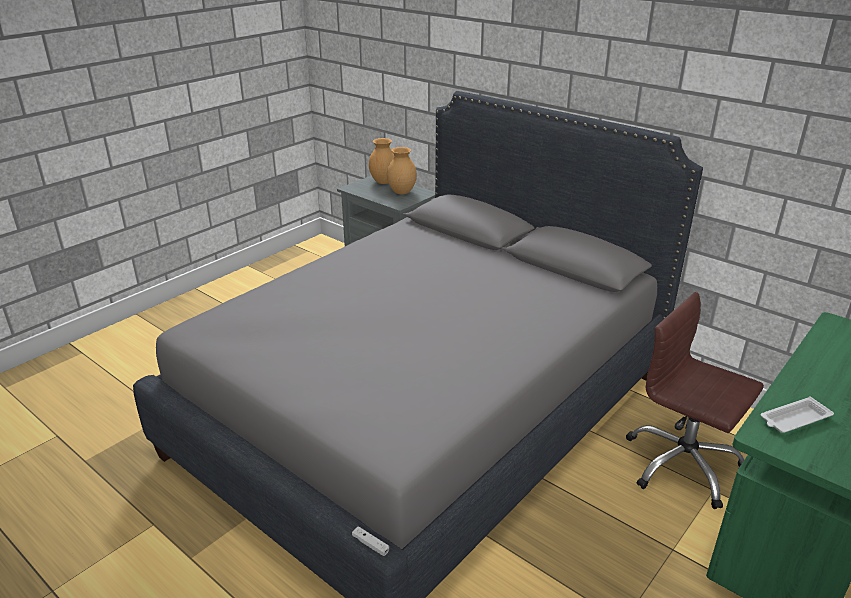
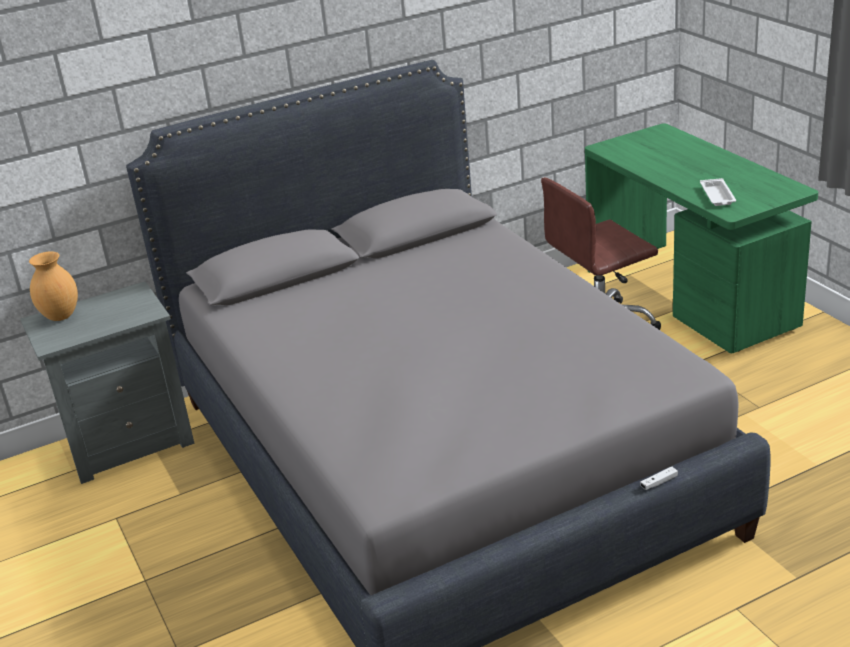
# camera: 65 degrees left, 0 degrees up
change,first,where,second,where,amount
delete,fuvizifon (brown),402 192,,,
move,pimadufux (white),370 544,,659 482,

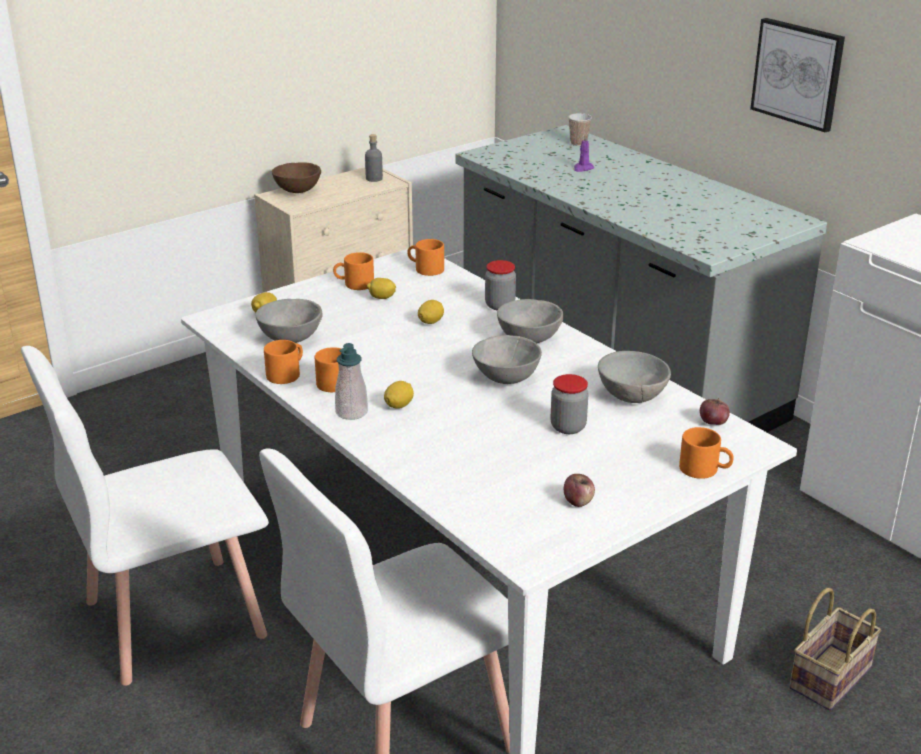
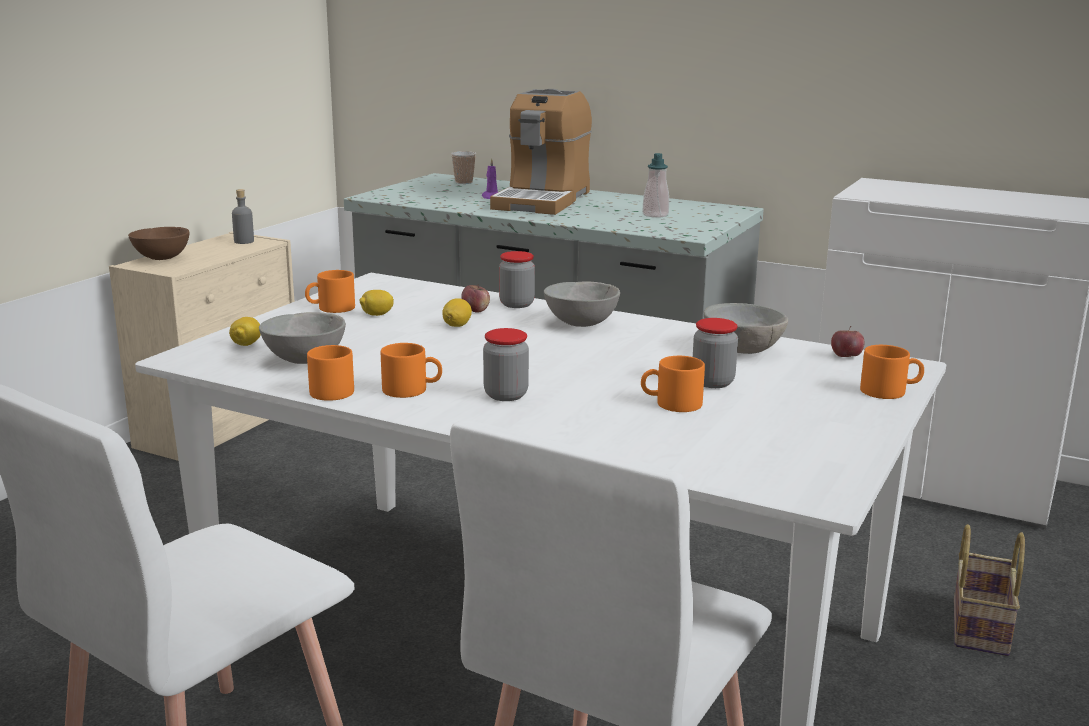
# camera: 25 degrees left, 10 degrees down
change,first,where,second,where,amount
delete,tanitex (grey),505 379,,,
delete,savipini,798 73,,,
insert,,,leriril,542 200,
move,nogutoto,351 412,,655 215,
move,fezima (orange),425 269,,671 404,
move,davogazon,578 501,,475 310,
replace,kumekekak,399 405,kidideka,506 395,

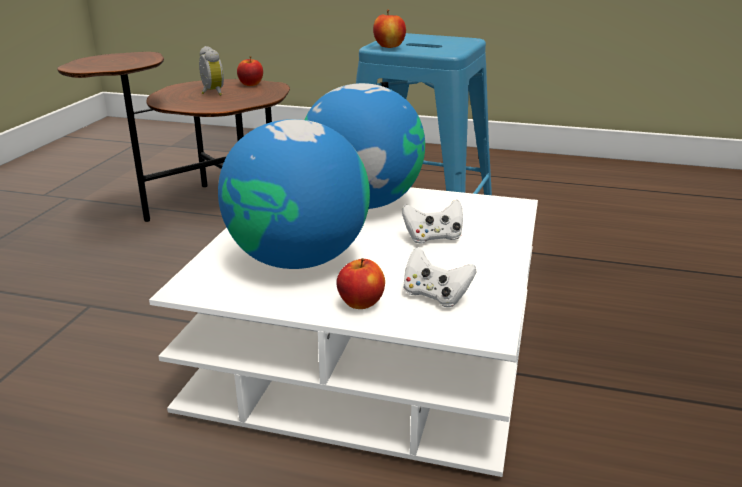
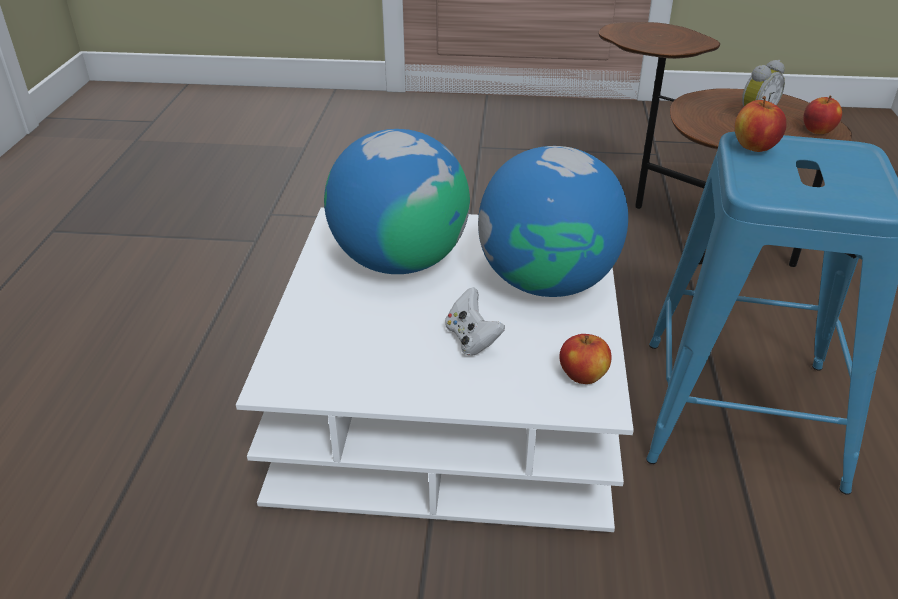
# camera: 80 degrees right, 10 degrees up
change,first,where,second,where,amount
delete,pimadufux (white),435 296,,,
move,davogazon,361 303,,583 376,

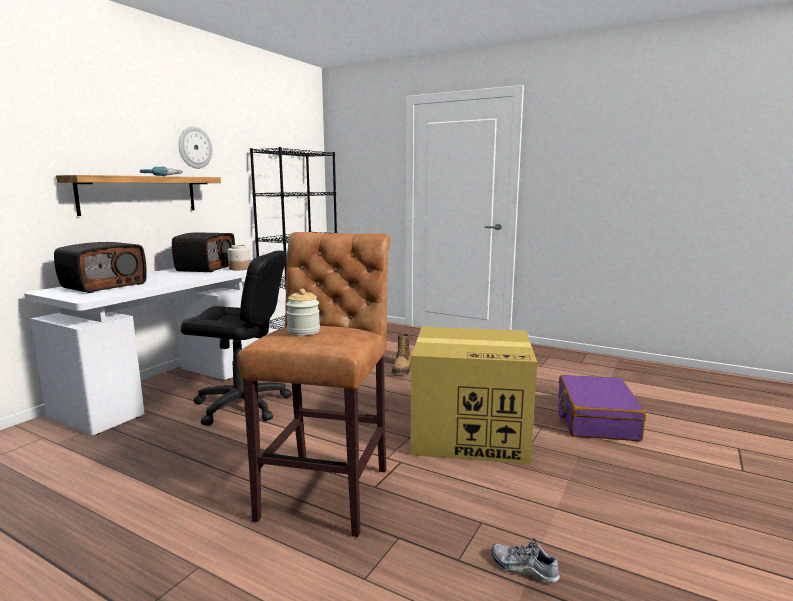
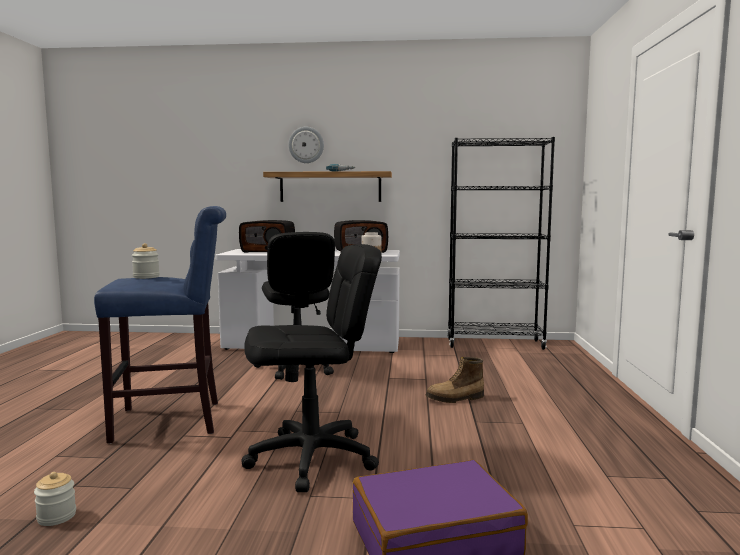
# camera: 65 degrees right, 5 degrees down
change,first,where,second,where,amount
move,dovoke,194 147,,306 145,
replace,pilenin,471 434,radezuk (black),312 459,
replace,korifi,523 569,kidideka,56 516,
recolor,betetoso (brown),329 489,betetoso (blue),174 421,

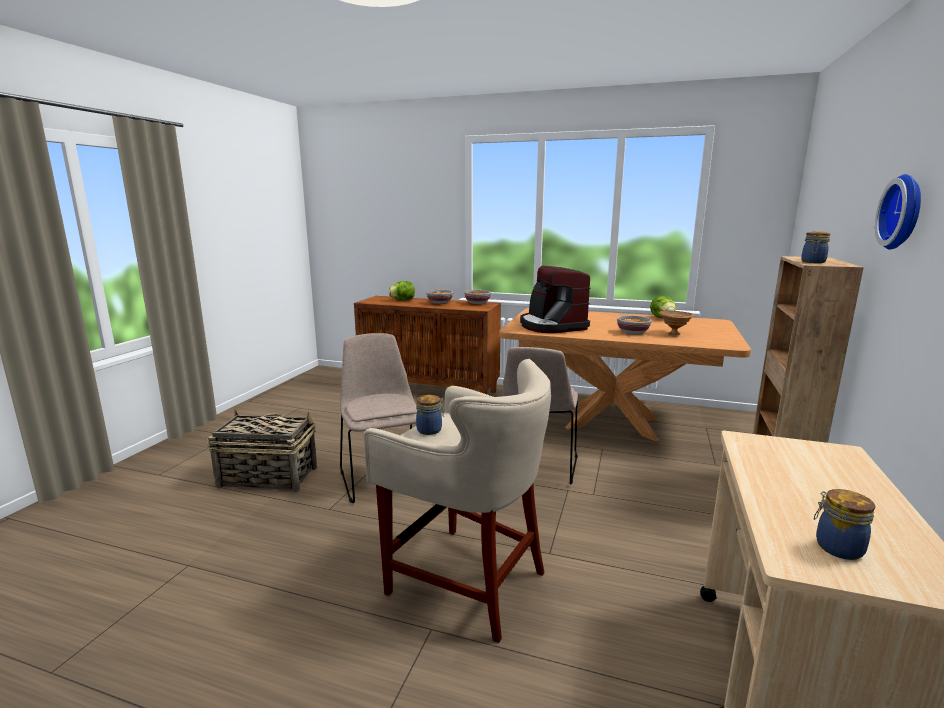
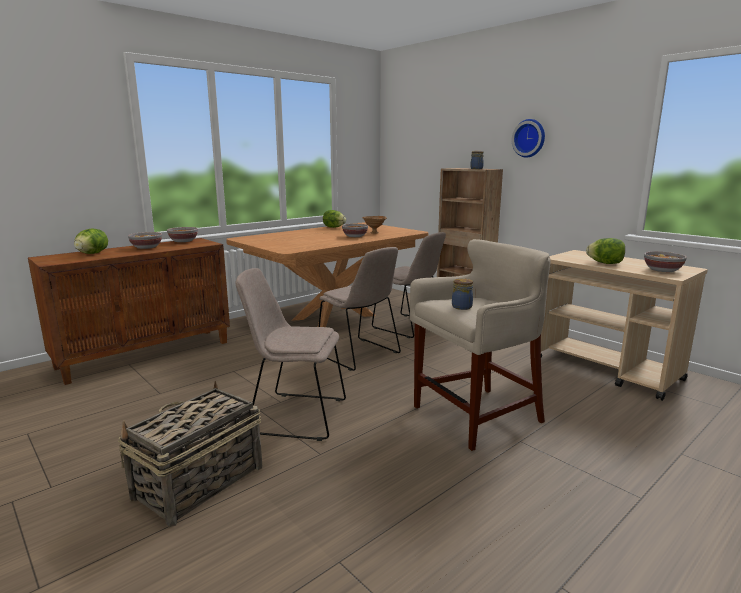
# camera: 60 degrees left, 0 degrees up
change,first,where,second,where,amount
delete,leriril,551 326,,,
insert,,,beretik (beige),409 326,
insert,,,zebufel,605 263,
replace,kidideka,836 547,tanitex,662 270,

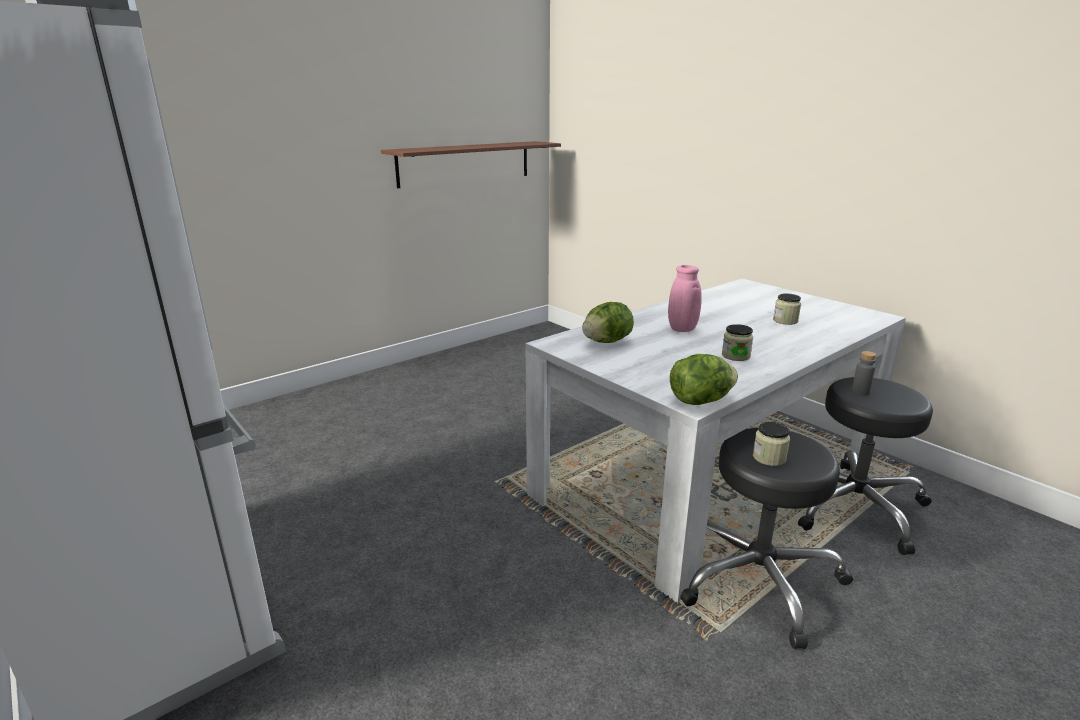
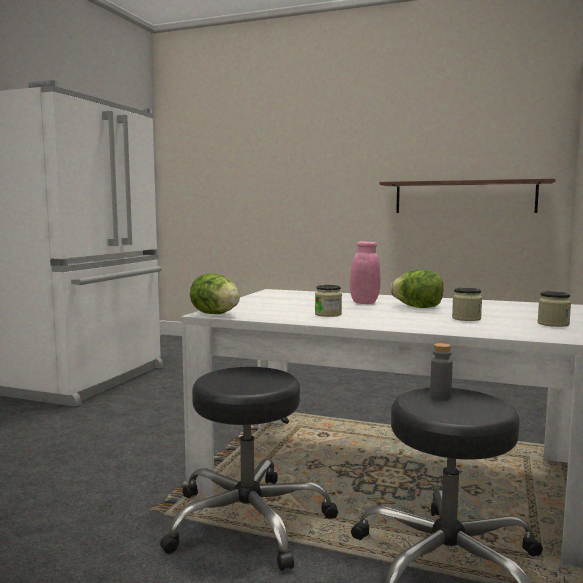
# camera: 60 degrees right, 15 degrees down
change,first,where,second,where,amount
move,zebufel,606 342,,418 307,
move,kidideka,769 458,,553 324,

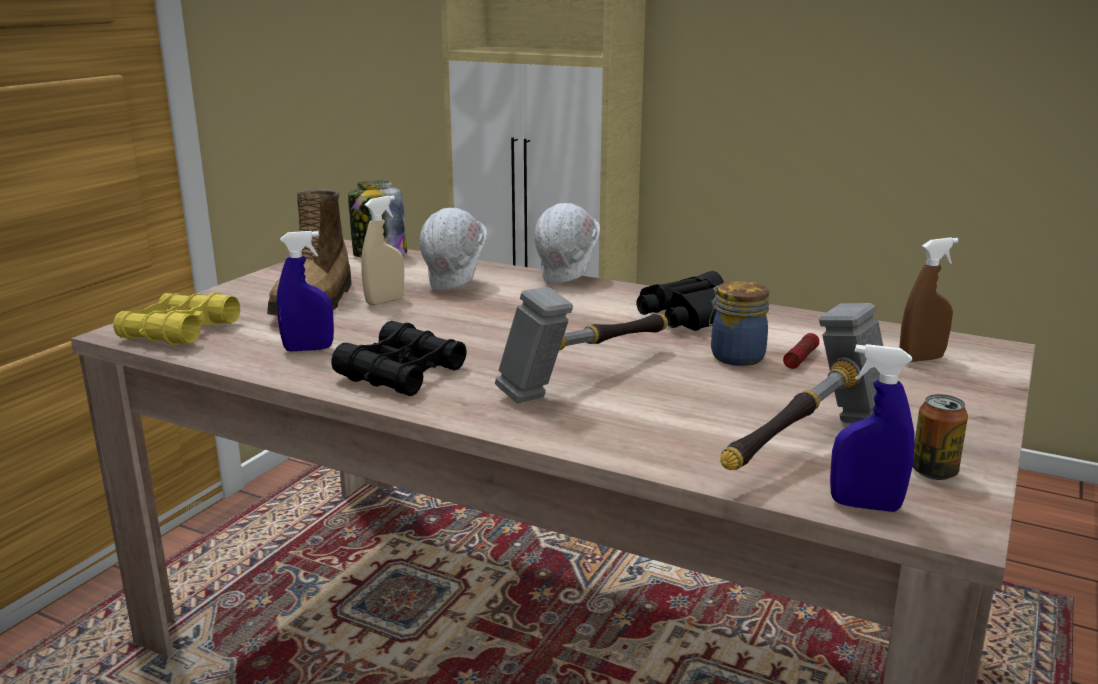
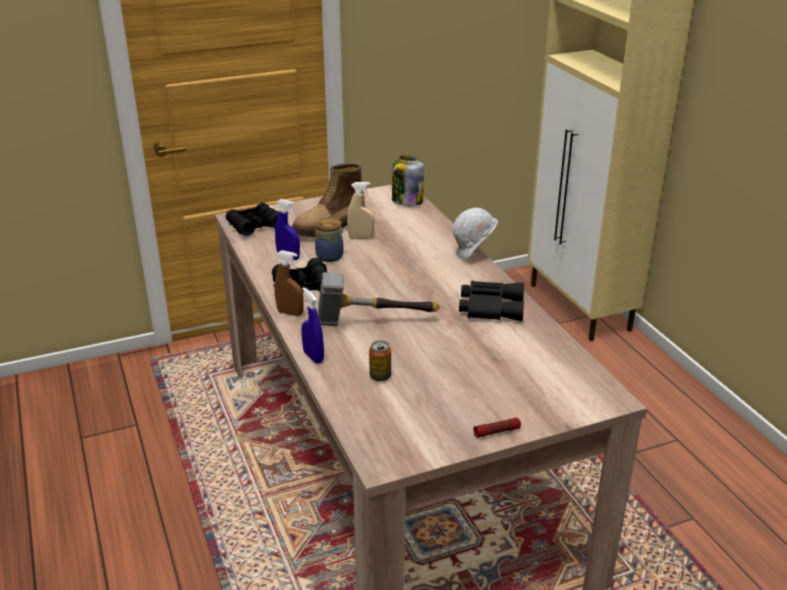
# camera: 40 degrees right, 10 degrees up
change,first,where,second,where,amount
delete,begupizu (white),456 284,,,
delete,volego,806 447,,,
move,kidideka,735 356,,329 255,
move,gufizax,801 358,,497 432,
move,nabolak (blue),865 505,,313 357,
move,nabolak (brown),921 359,,290 313,
move,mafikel,933 472,,380 376,
recolor,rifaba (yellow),179 331,rifaba (black),255 226,

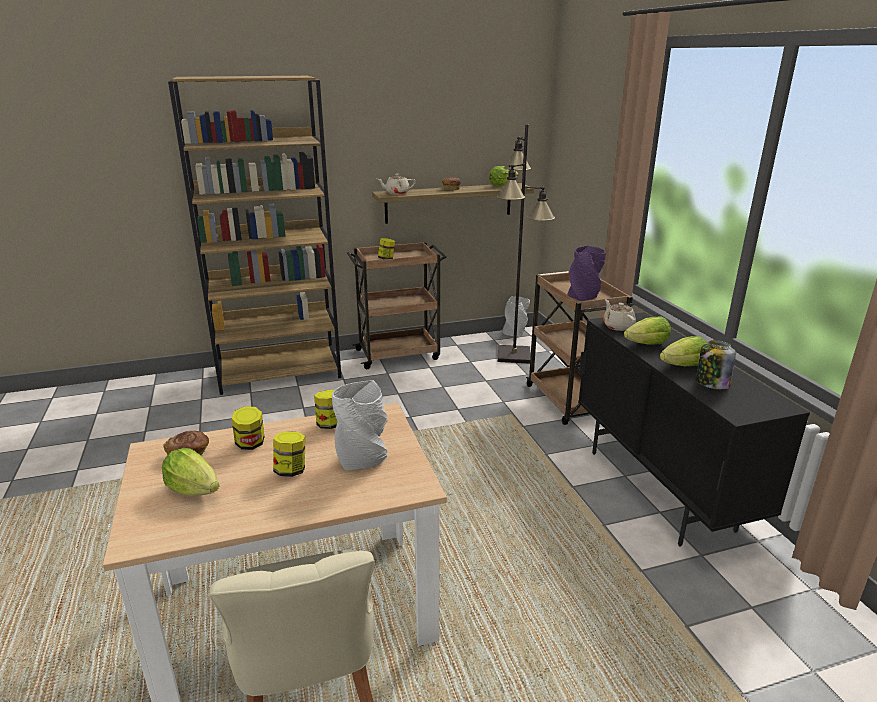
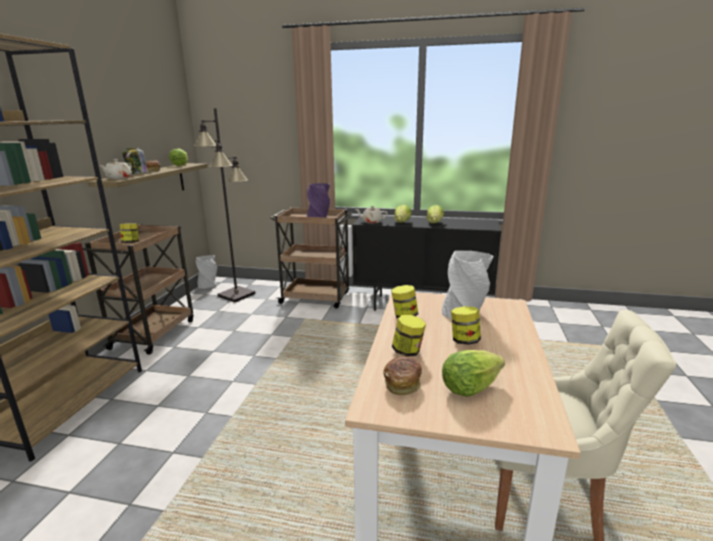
# camera: 60 degrees left, 5 degrees down
change,first,where,second,where,amount
move,kidideka,711 383,,137 174,

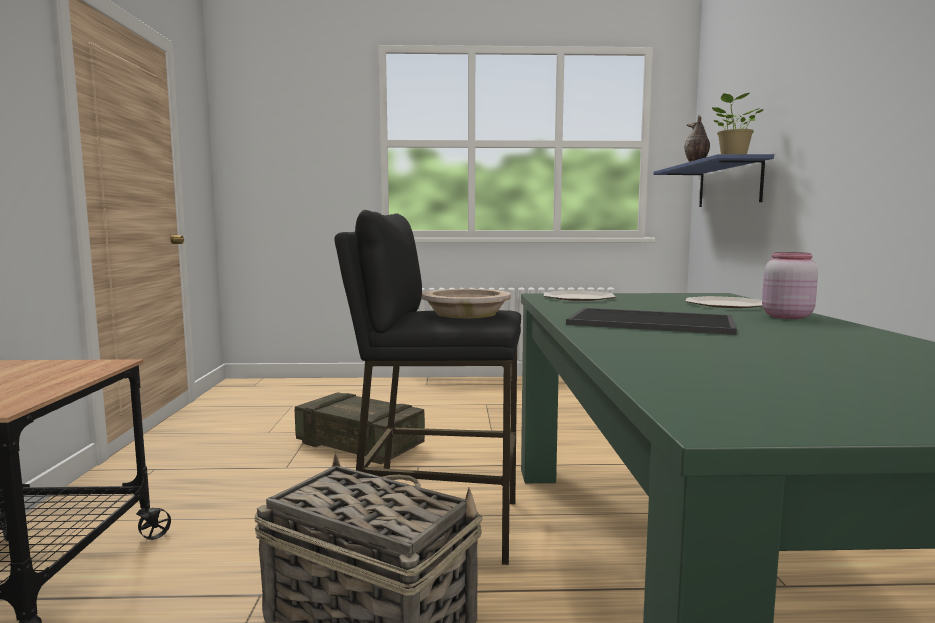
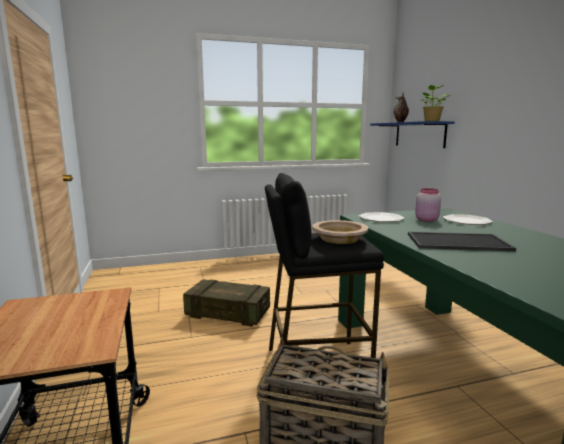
# camera: 15 degrees left, 5 degrees up
change,first,where,second,where,amount
move,kidideka (pink),785 316,,426 219,

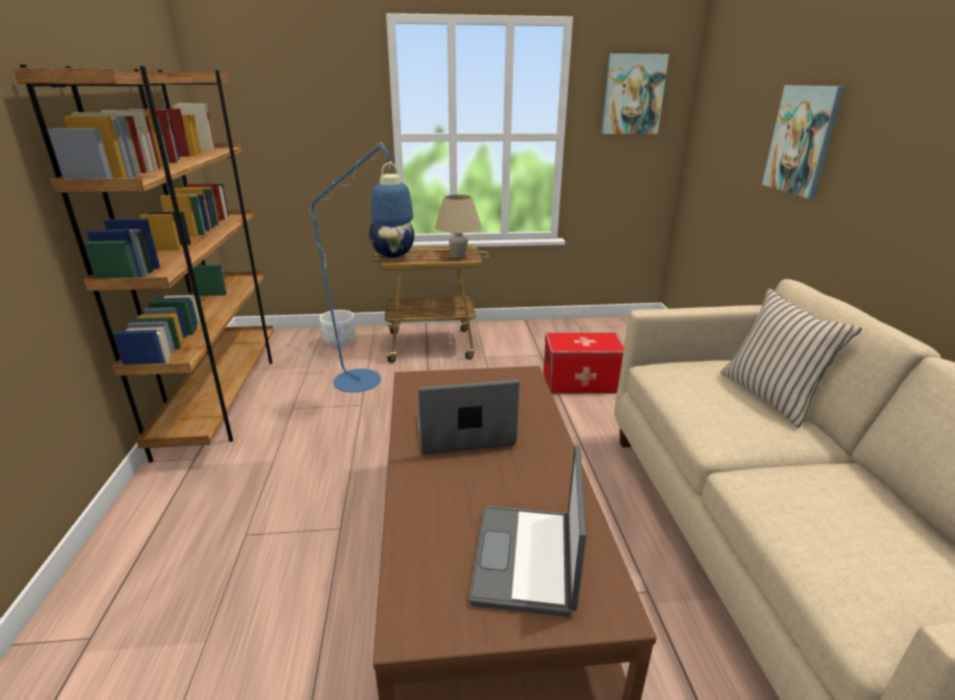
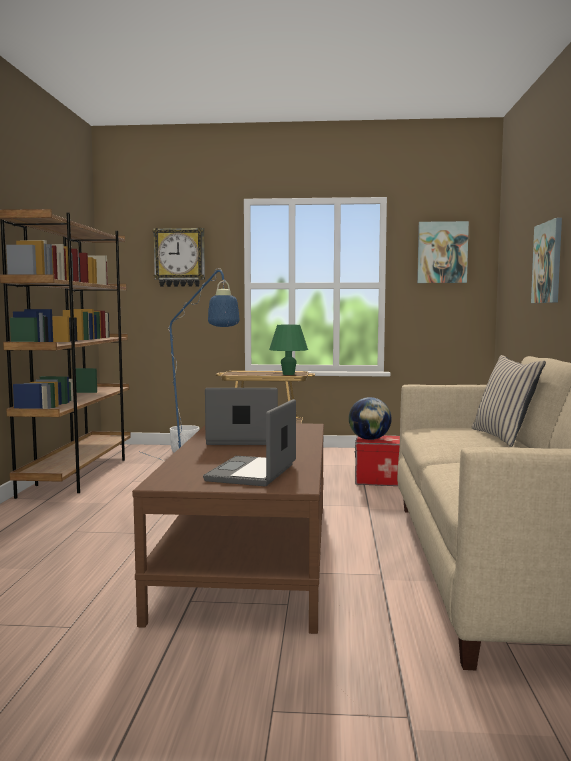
# camera: 10 degrees right, 20 degrees down
change,first,where,second,where,amount
insert,,,dovoke,179 257,
move,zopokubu,393 257,,369 439,
recolor,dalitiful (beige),458 256,dalitiful (green),288 374,

